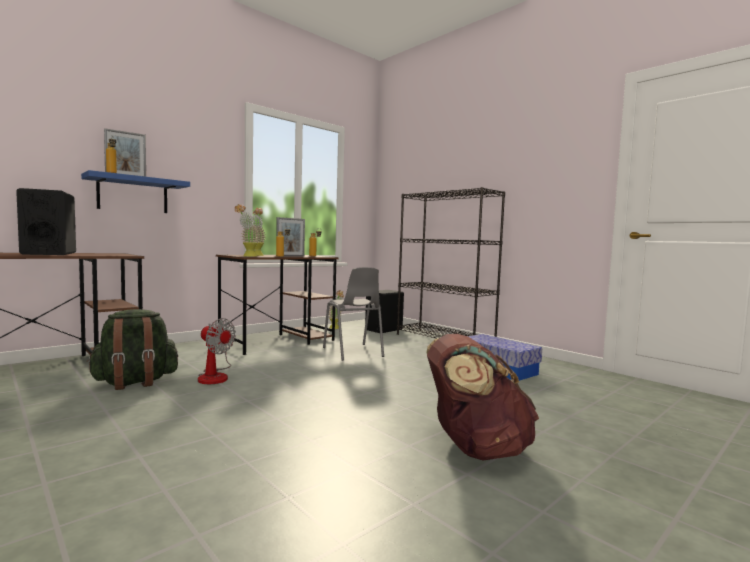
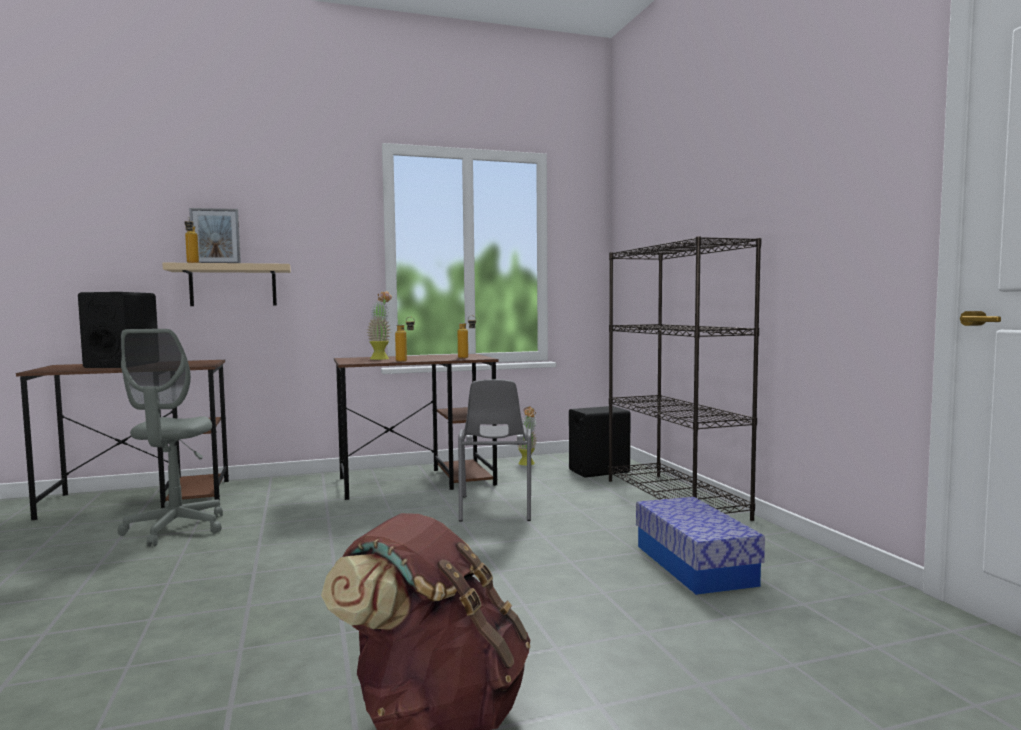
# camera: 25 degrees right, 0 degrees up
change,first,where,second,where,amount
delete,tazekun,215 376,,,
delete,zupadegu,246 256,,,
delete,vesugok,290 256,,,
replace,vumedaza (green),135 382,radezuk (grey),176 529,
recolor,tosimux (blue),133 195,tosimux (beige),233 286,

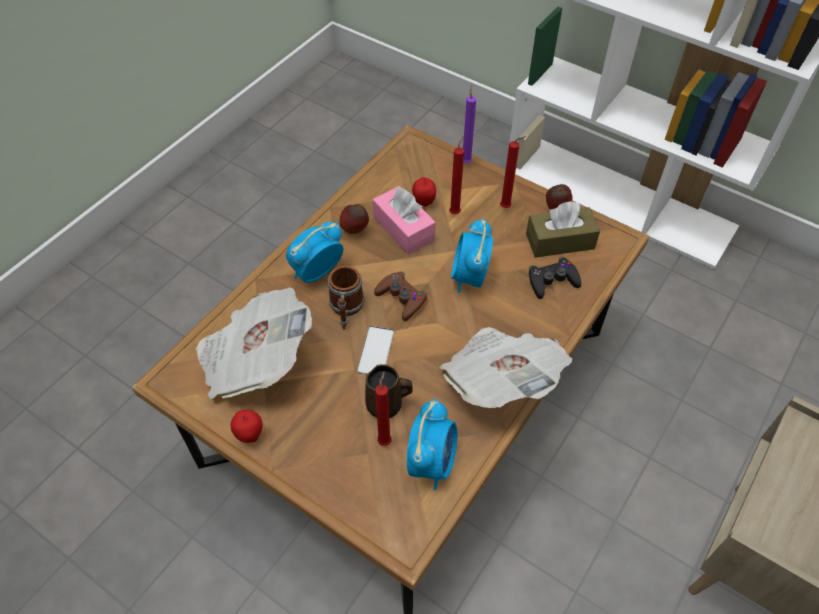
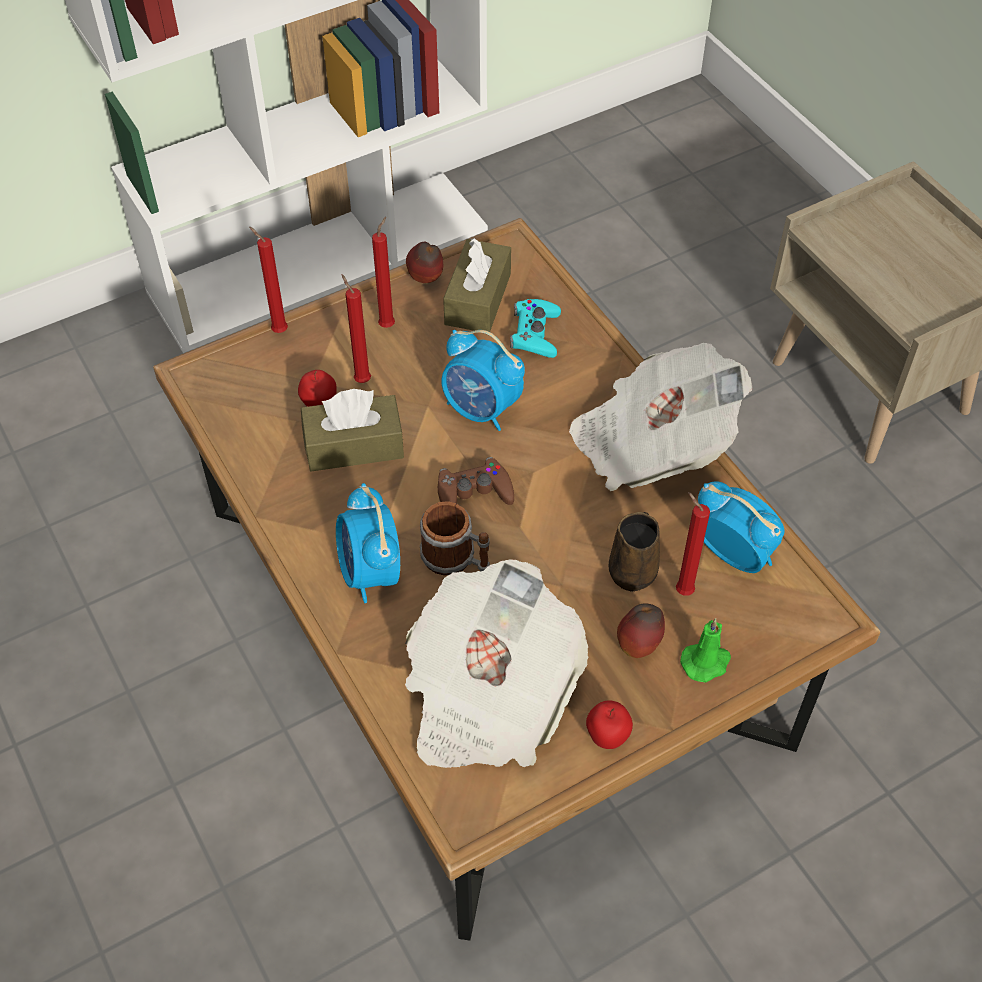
# camera: 65 degrees left, 0 degrees up
change,first,where,second,where,amount
delete,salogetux,376 351,,,
insert,,,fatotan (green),706 662,
move,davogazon,355 230,,639 645,
recolor,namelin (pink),403 229,namelin (brown),354 446,
recolor,fatotan (purple),466 161,fatotan (red),277 330,
recolor,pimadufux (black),552 281,pimadufux (turquoise),535 333,

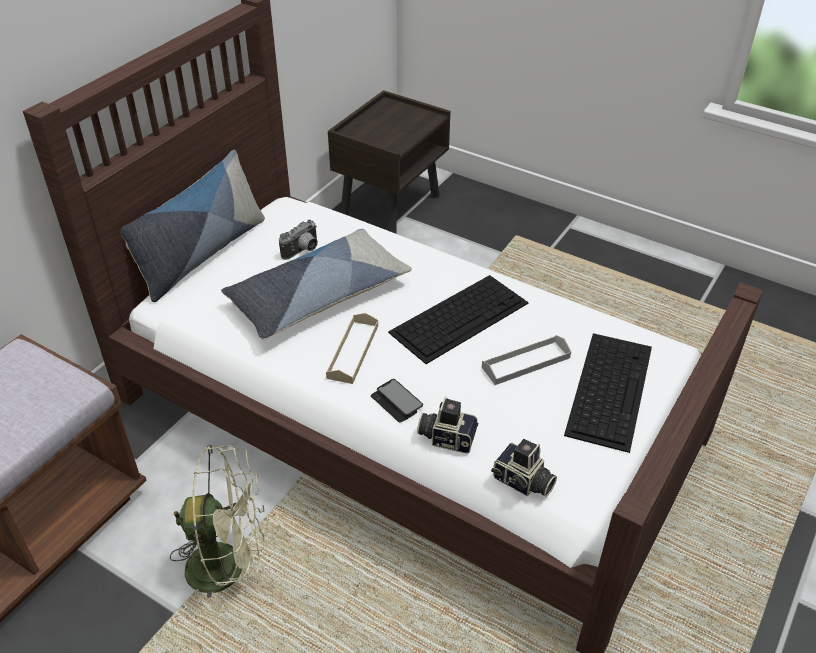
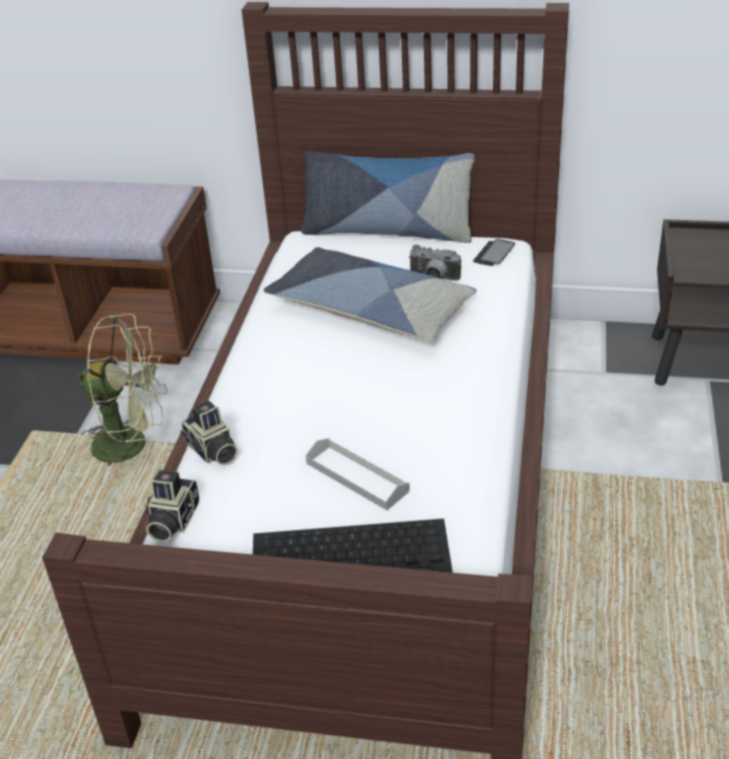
# camera: 70 degrees right, 5 degrees down
change,first,where,second,where,amount
delete,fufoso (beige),353 351,,,
delete,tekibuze,460 316,,,
move,salogetux,396 401,,494 254,
rotate,tazekun (green),229 565,,132 444,60 degrees counterclockwise
rotate,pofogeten,447 437,,212 451,150 degrees clockwise

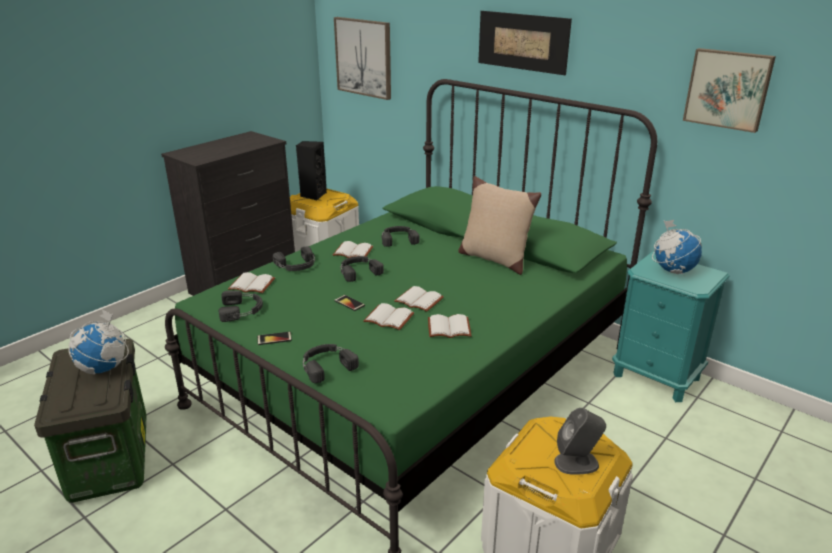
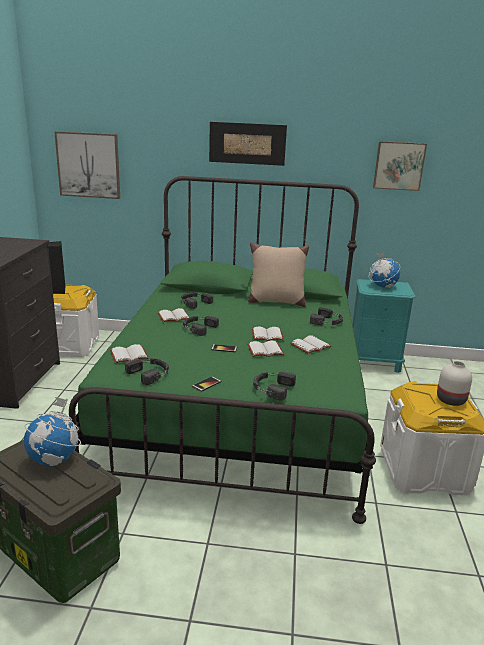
# camera: 35 degrees left, 5 degrees down
change,first,where,second,where,amount
move,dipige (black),297 265,,327 321,
replace,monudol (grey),577 463,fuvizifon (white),451 400,

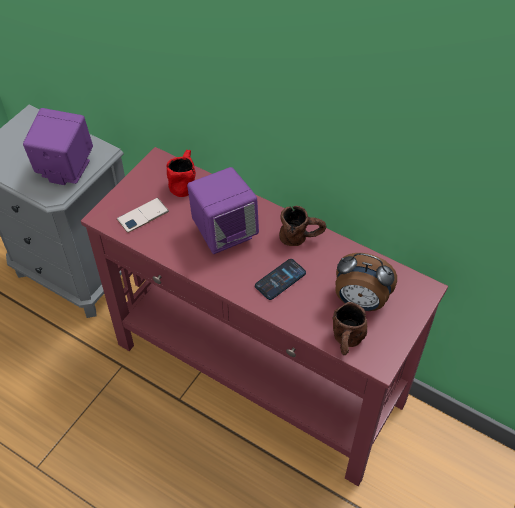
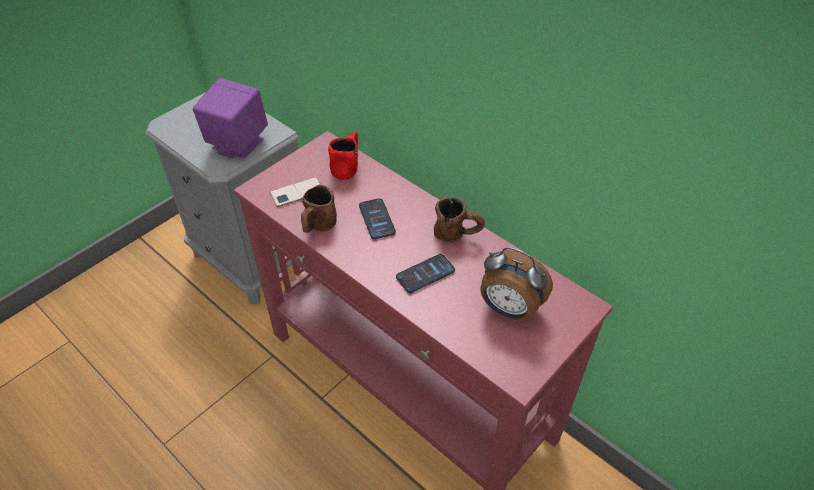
# camera: 10 degrees right, 5 degrees down
change,first,where,second,where,amount
move,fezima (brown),346 343,,318 228,
replace,monudol (purple),224 232,salogetux,377 219,

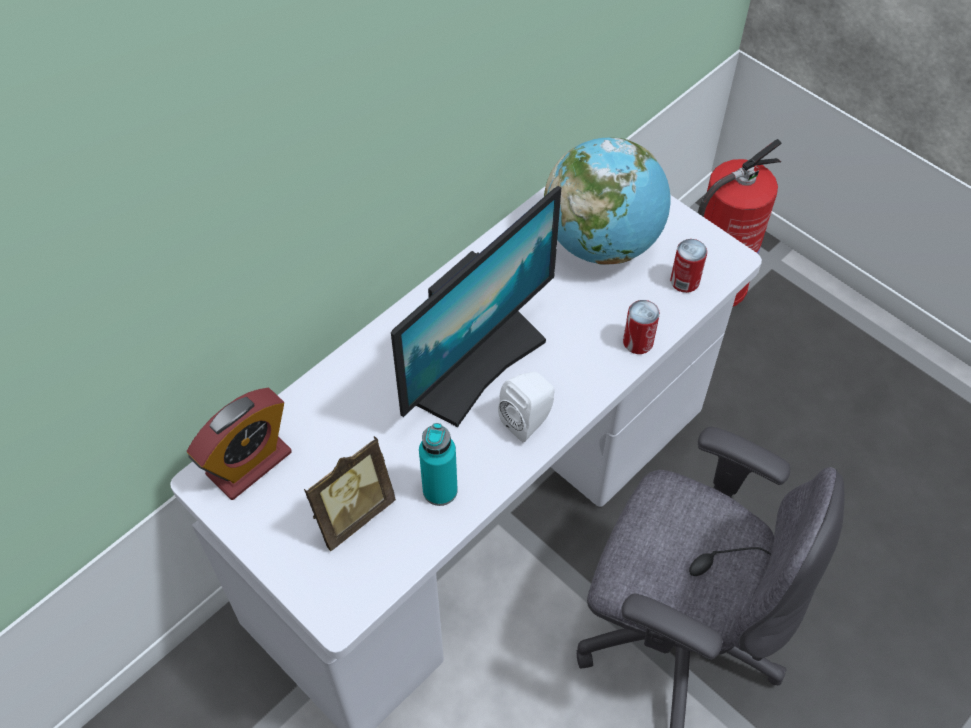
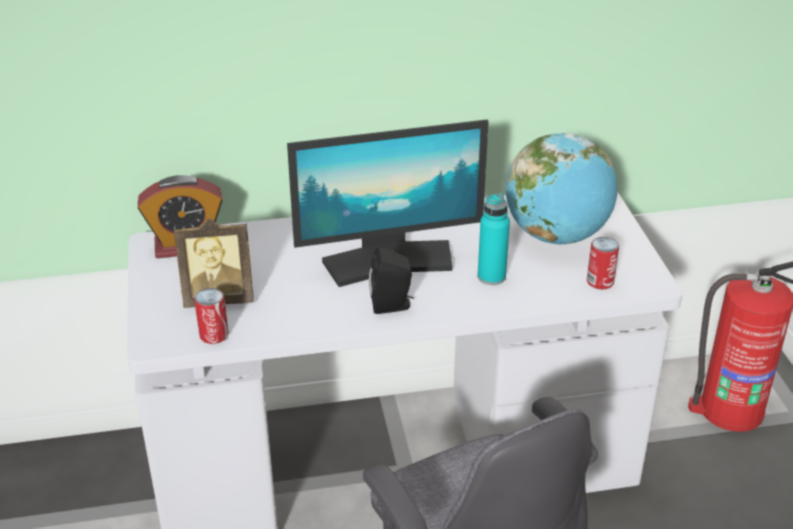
# camera: 35 degrees right, 20 degrees down
change,first,where,second,where,amount
move,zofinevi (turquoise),440 490,,491 277,
move,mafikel,638 342,,214 335,
recolor,monudol (white),528 420,monudol (black),392 305,

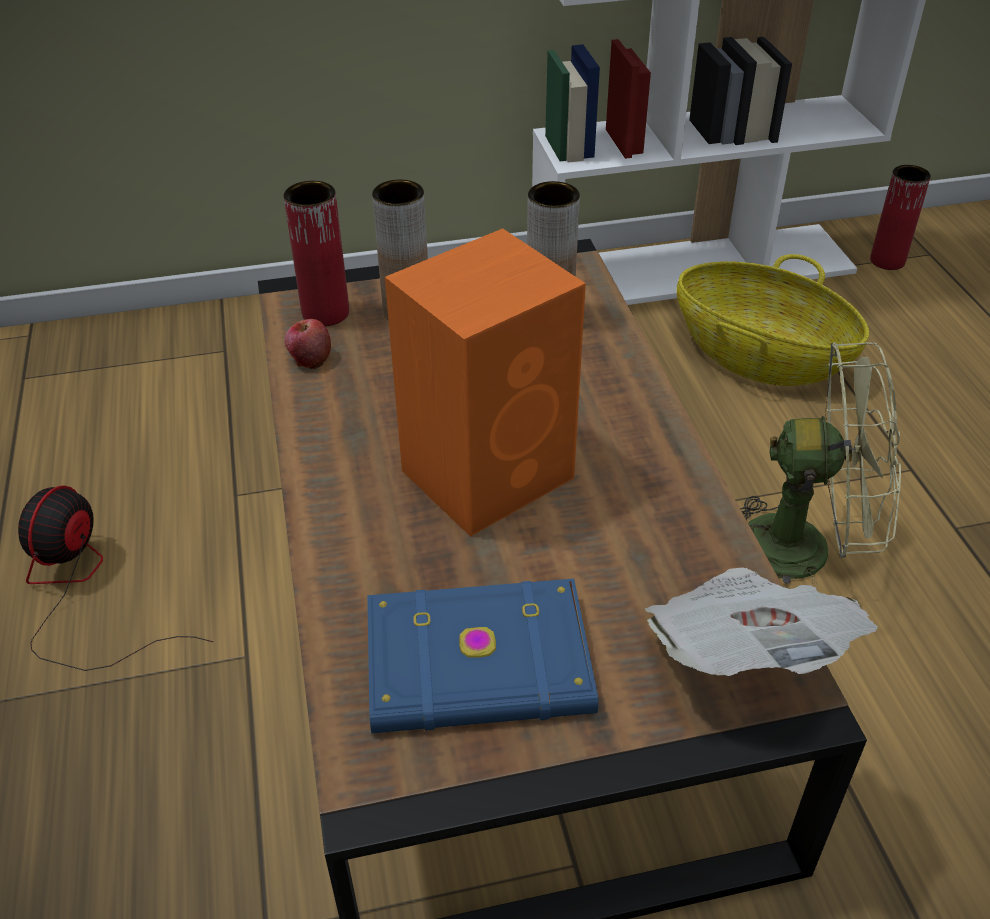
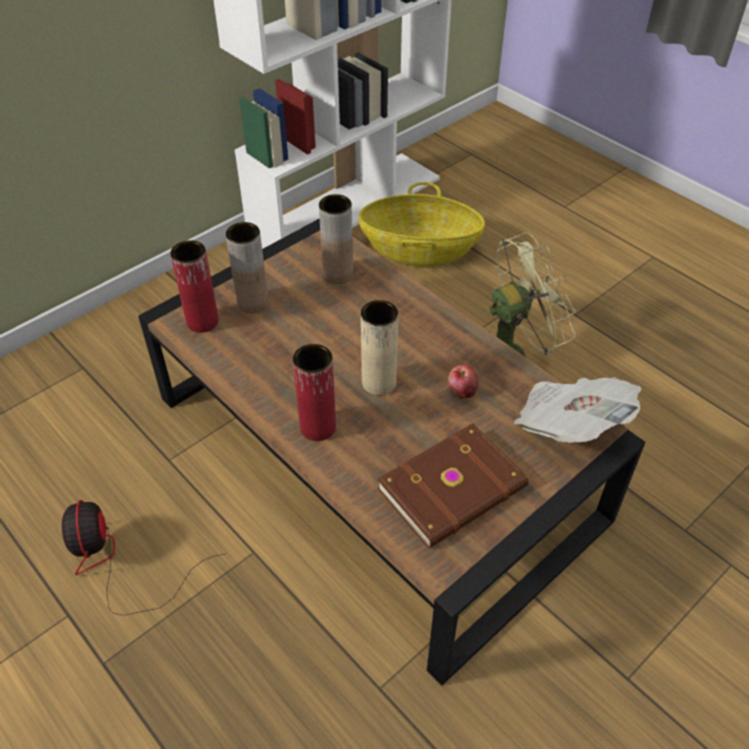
# camera: 30 degrees left, 5 degrees up
change,first,where,second,where,amount
move,davogazon,310 358,,462 390,
move,fuvizifon (red),887 261,,318 427,
replace,monudol (orange),491 472,fuvizifon (beige),379 383,
recolor,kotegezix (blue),480 666,kotegezix (brown),454 489,

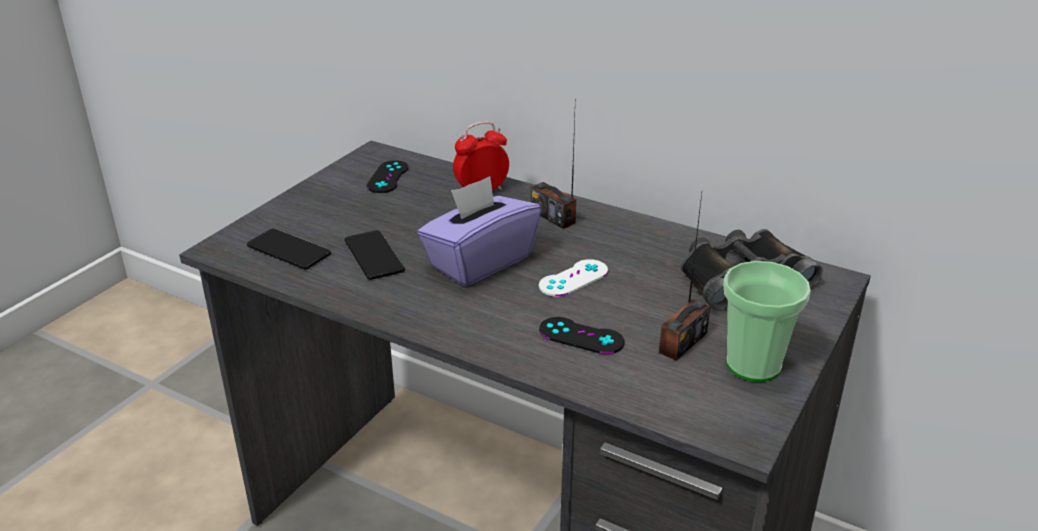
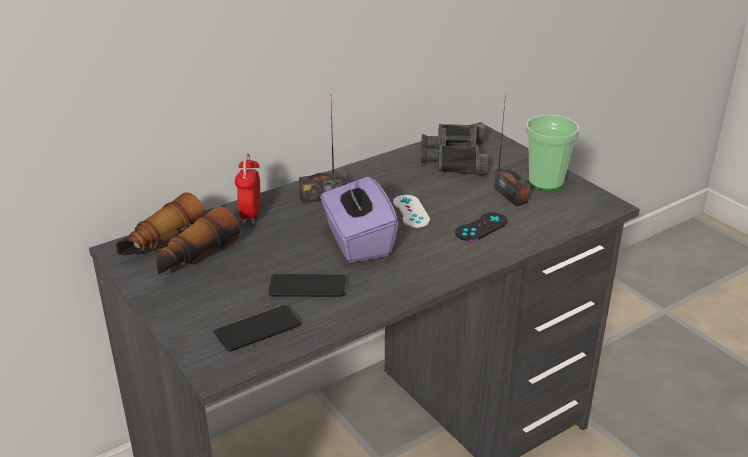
# camera: 65 degrees left, 0 degrees up
change,first,where,second,where,amount
replace,pimadufux (black),388 177,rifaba,176 253,

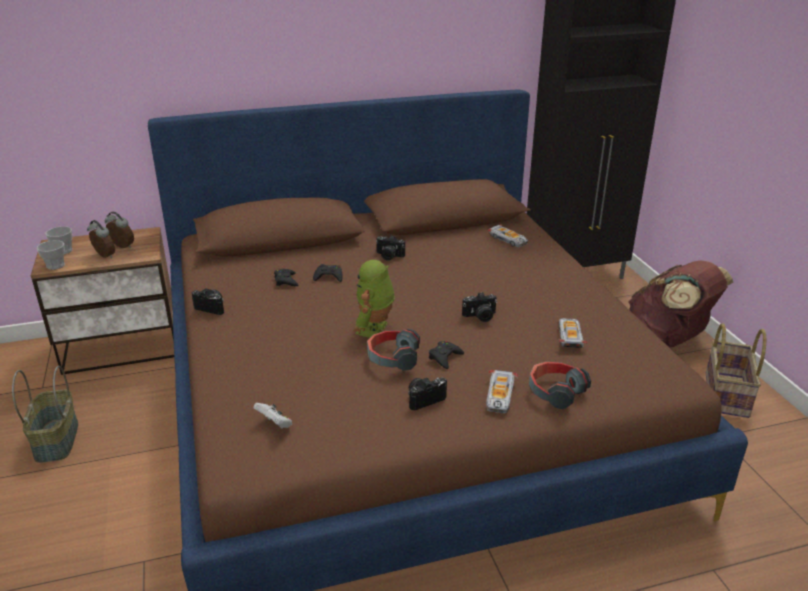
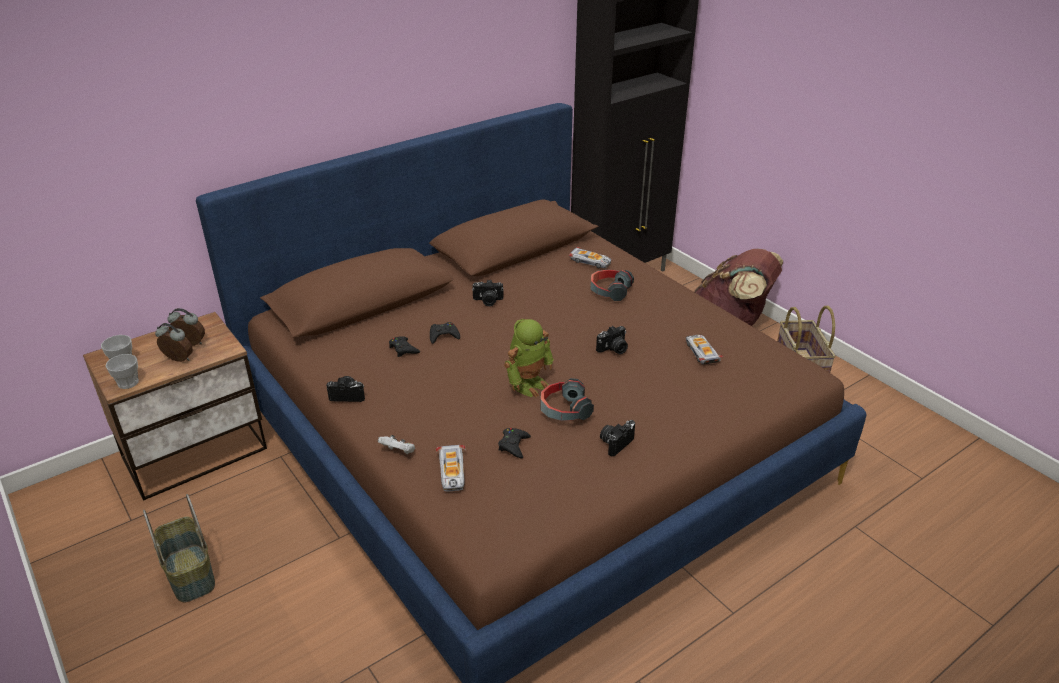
# camera: 20 degrees left, 5 degrees up
change,first,where,second,where,amount
move,pimadufux (white),275 424,,399 452,
move,pimadufux (black),445 357,,513 445,
move,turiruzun,499 396,,452 472,
move,dipige,555 392,,609 291,
rotate,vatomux,375 329,,528 384,135 degrees counterclockwise

